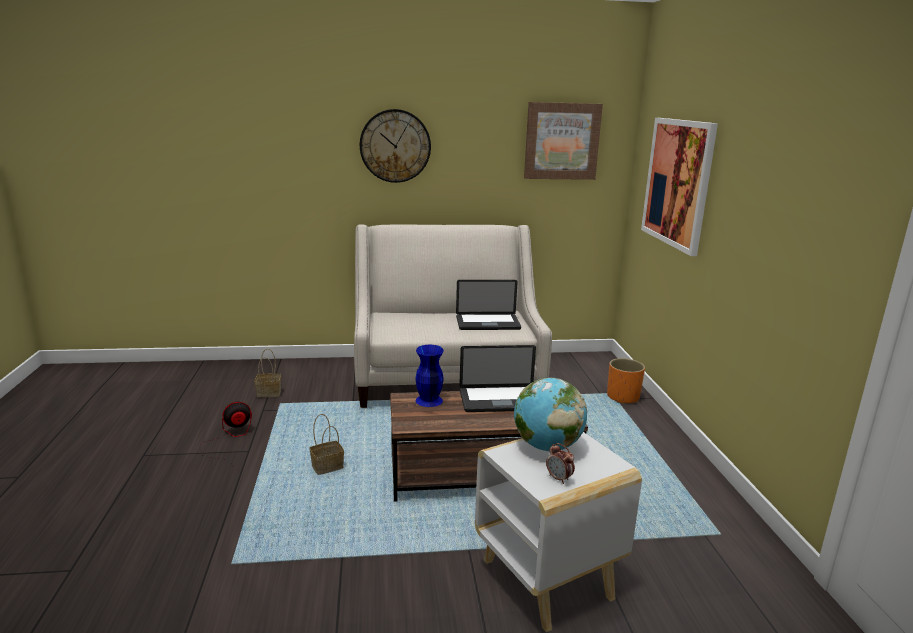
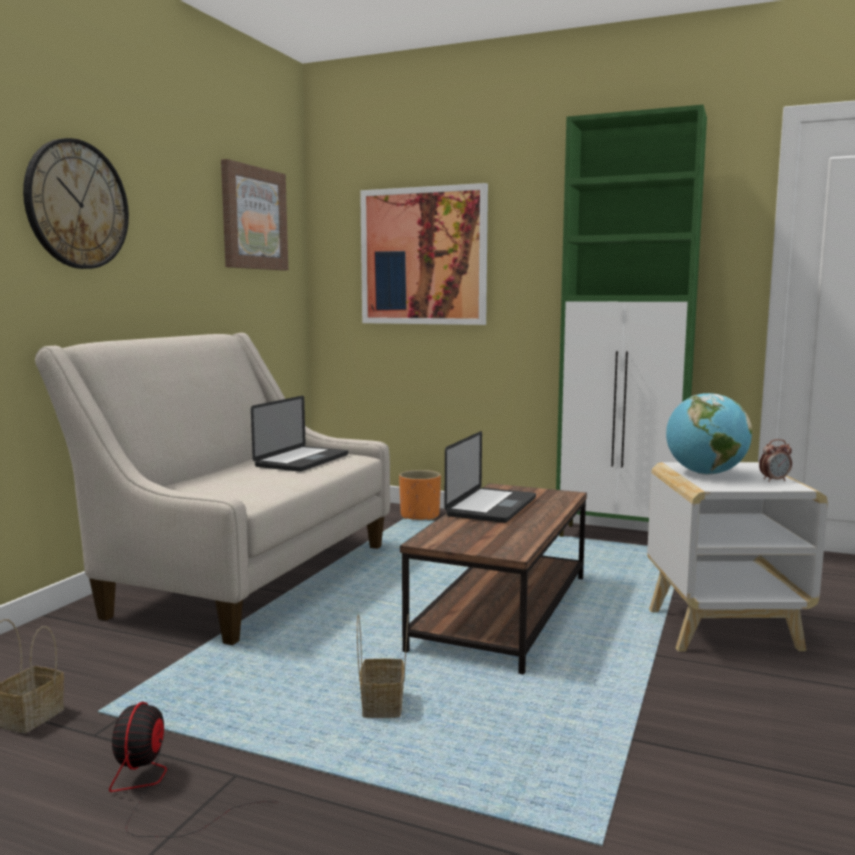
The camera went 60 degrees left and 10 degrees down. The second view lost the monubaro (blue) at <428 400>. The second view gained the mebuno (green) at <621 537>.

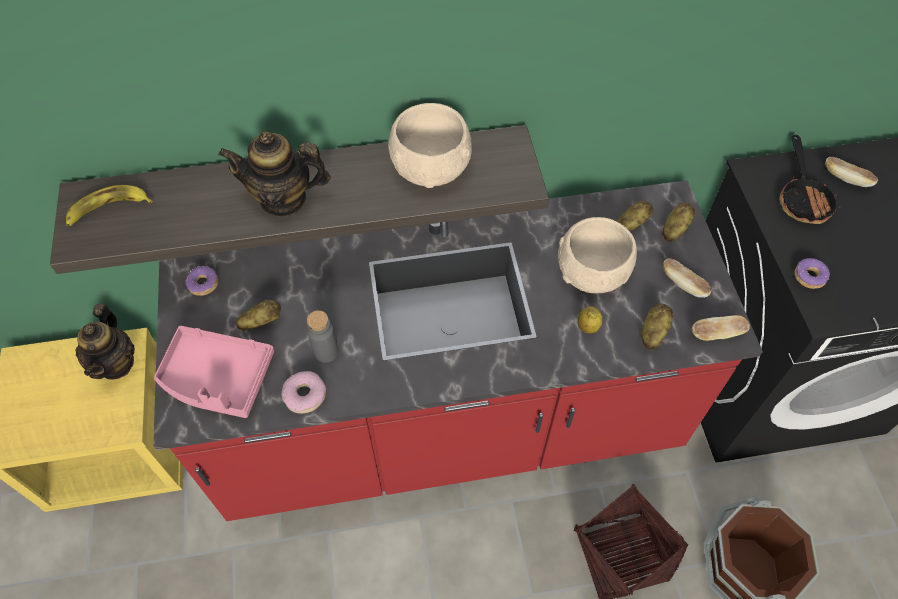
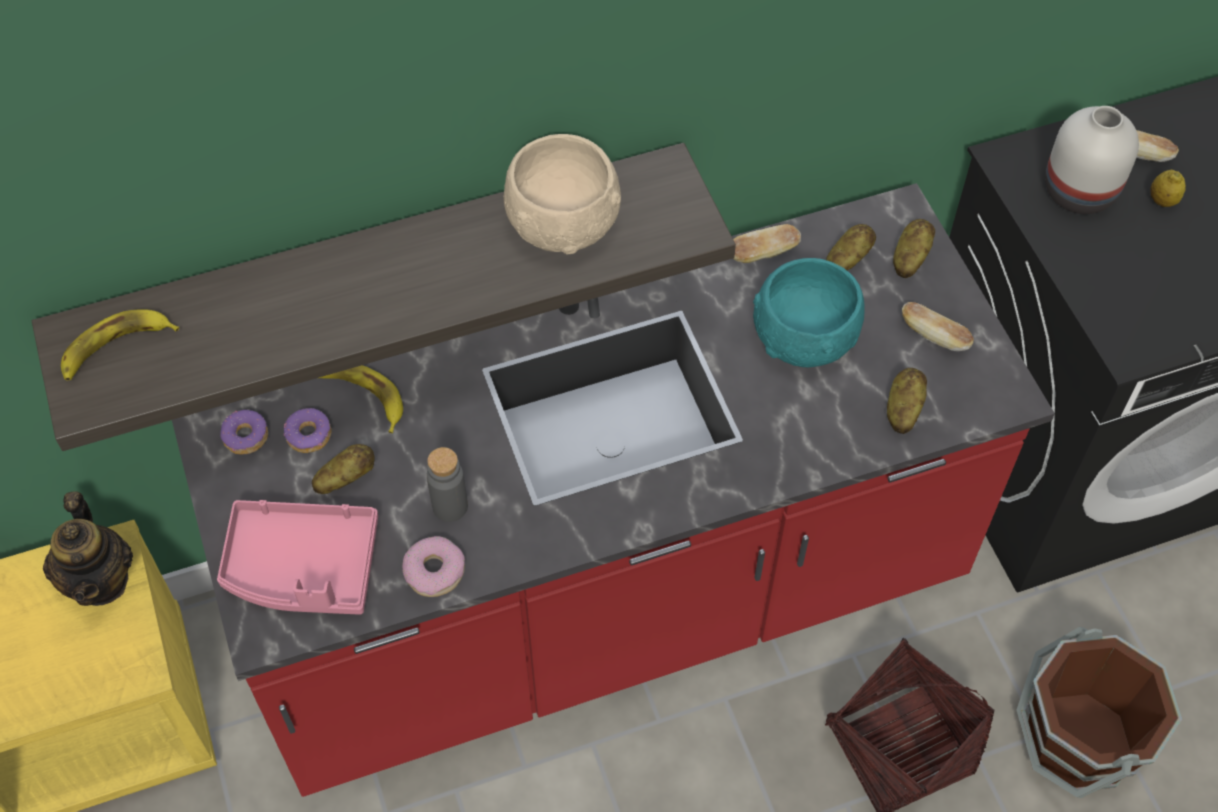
The camera went 10 degrees left and 0 degrees up. The second view lost the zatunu at <283 199>. Where the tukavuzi stood at <803 198>, the monubaro (white) came to stand at <1080 190>. What was the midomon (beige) at <593 273> turned into the midomon (turquoise) at <806 338>. The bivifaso ended up elsewhere, having gone from <809 277> to <309 435>. The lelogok ended up elsewhere, having gone from <587 327> to <1162 201>. The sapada ended up elsewhere, having gone from <717 334> to <763 253>. The second view gained the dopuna at <362 396>.

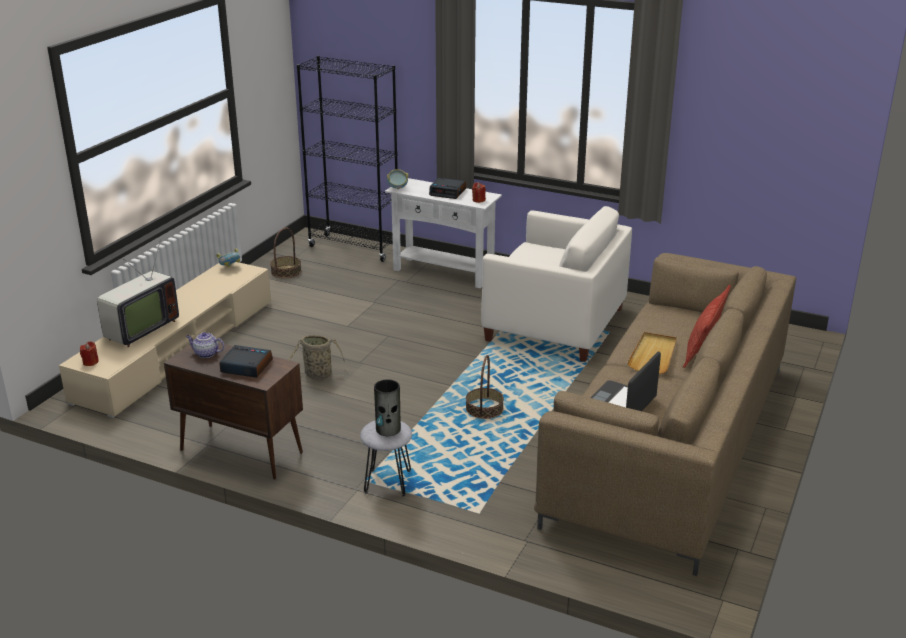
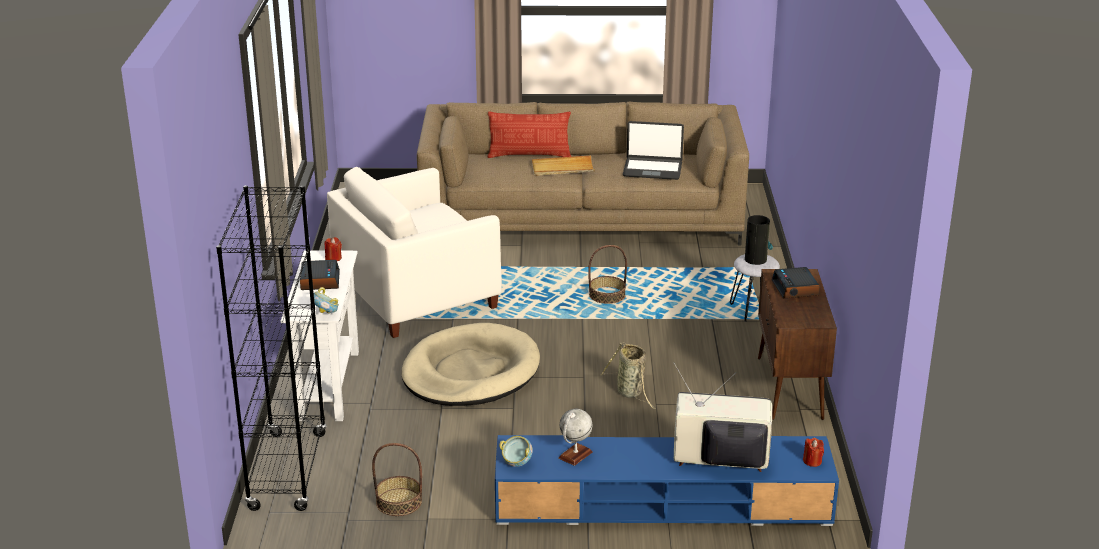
The camera went 115 degrees left and 0 degrees up. The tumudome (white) at <555 324> ended up facing another way, 120 degrees counterclockwise from before. What was the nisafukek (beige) at <177 349> turned into the nisafukek (blue) at <661 502>. The second view lost the zatunu at <206 354>. The second view gained the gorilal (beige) at <470 372>. The second view gained the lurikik at <575 455>.

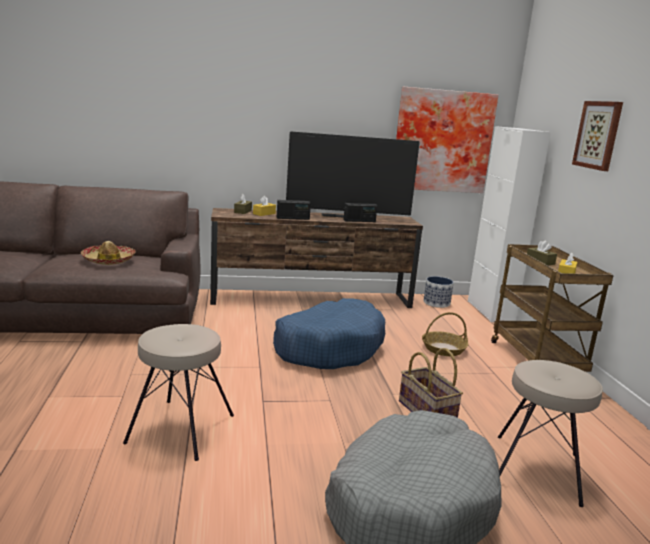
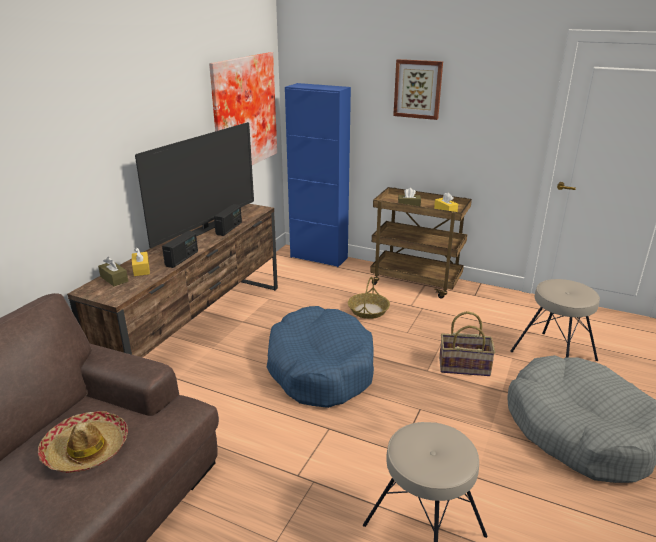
The camera went 55 degrees left and 10 degrees up. What was the mebuno (white) at <490 311> turned into the mebuno (blue) at <319 257>. The second view lost the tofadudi at <436 303>.

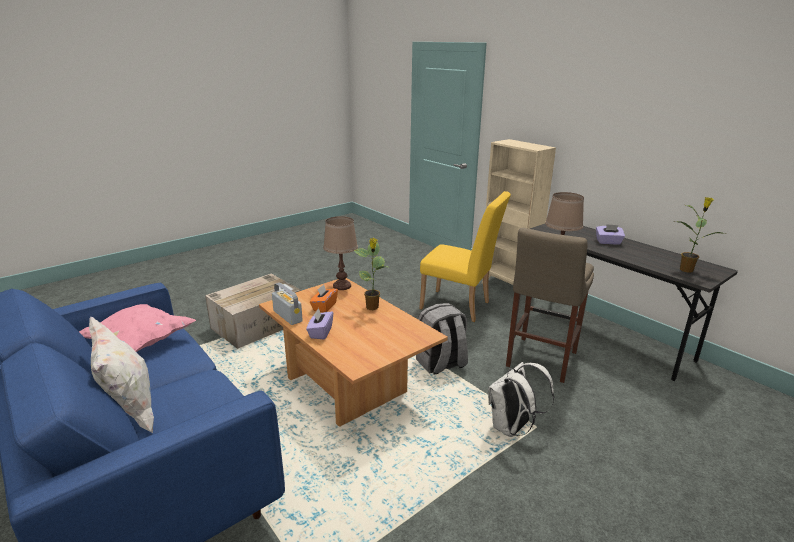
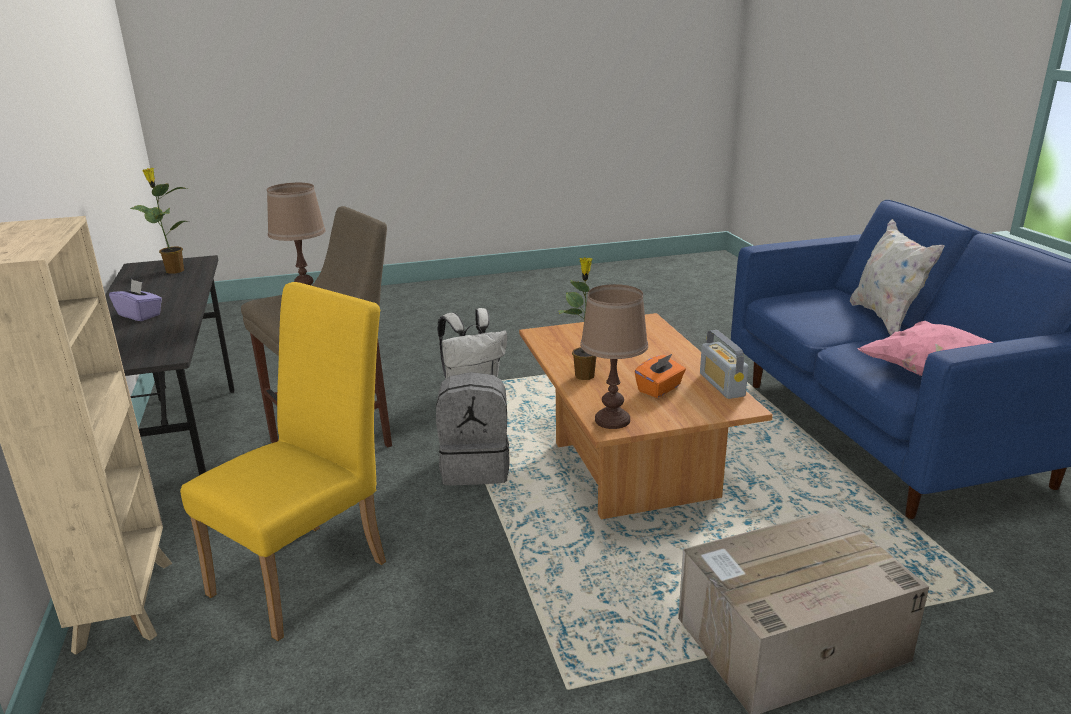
The camera went 155 degrees left and 0 degrees up. The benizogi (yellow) at <460 306> ended up facing another way, 75 degrees clockwise from before. The second view lost the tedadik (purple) at <320 332>.

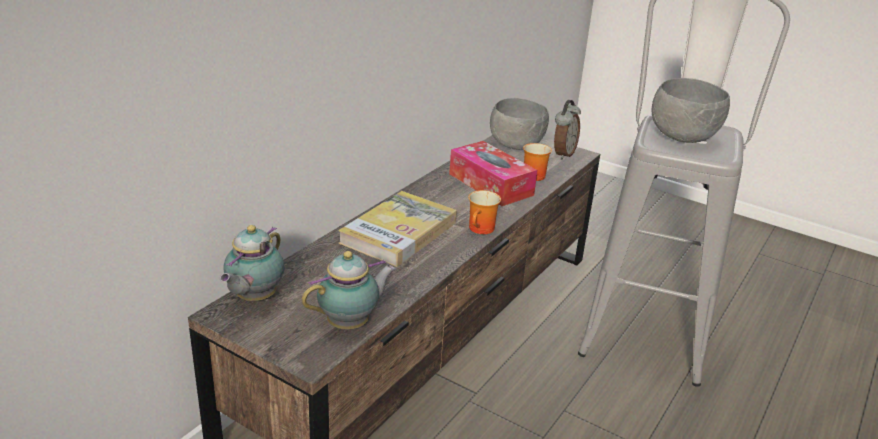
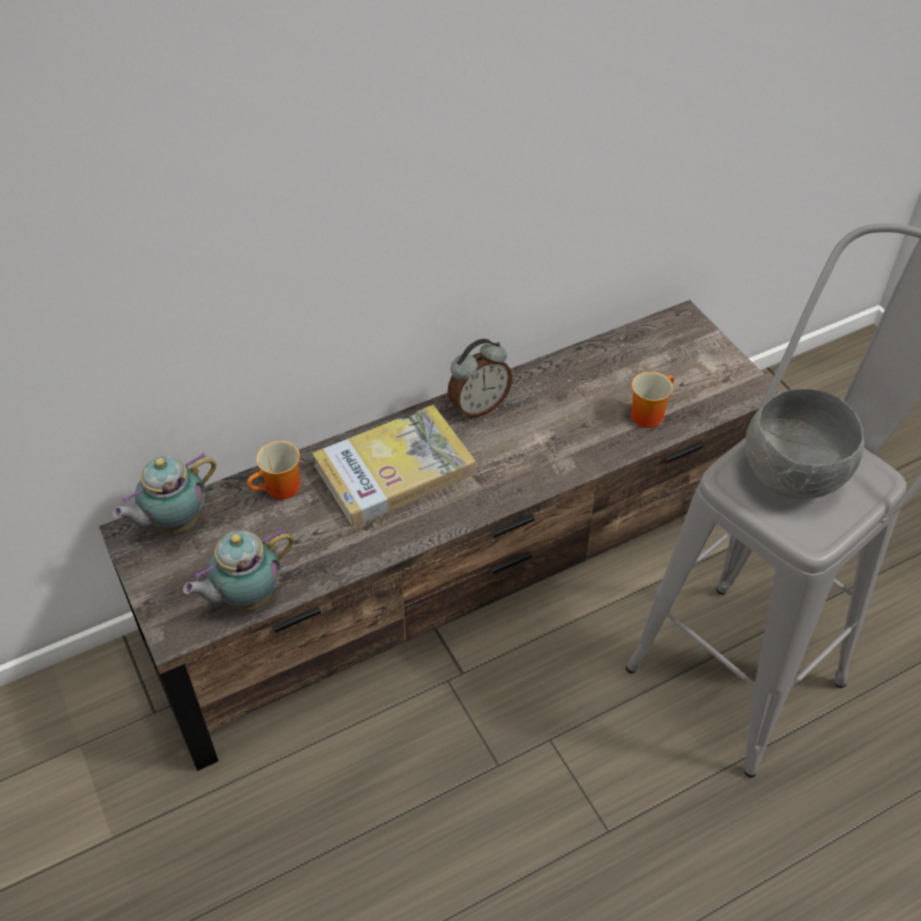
The camera went 30 degrees right and 20 degrees up. The second view lost the midomon (grey) at <517 146>. The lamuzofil ended up elsewhere, having gone from <562 154> to <478 406>. The second view lost the tedadik at <490 184>. The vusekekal ended up elsewhere, having gone from <482 230> to <281 490>. The zatunu at <351 324> ended up facing another way, 150 degrees clockwise from before.

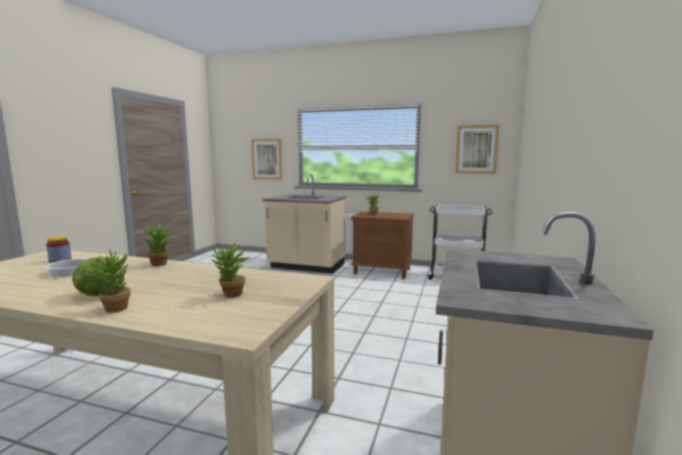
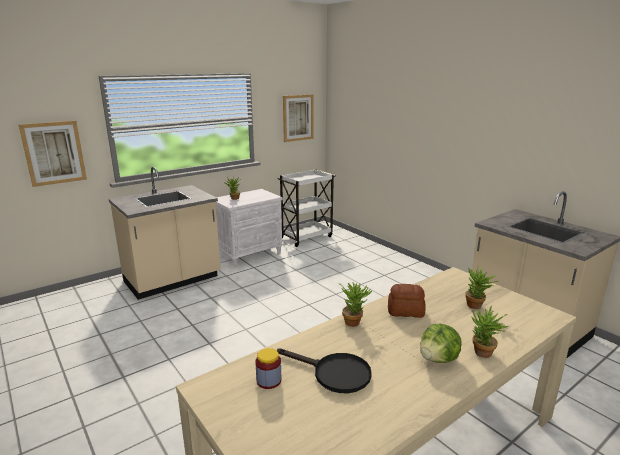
The camera went 55 degrees left and 10 degrees up. What was the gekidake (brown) at <382 271> turned into the gekidake (white) at <250 254>. Where the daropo stood at <70 271>, the tukavuzi (black) came to stand at <334 373>. The second view gained the sapada at <406 311>.

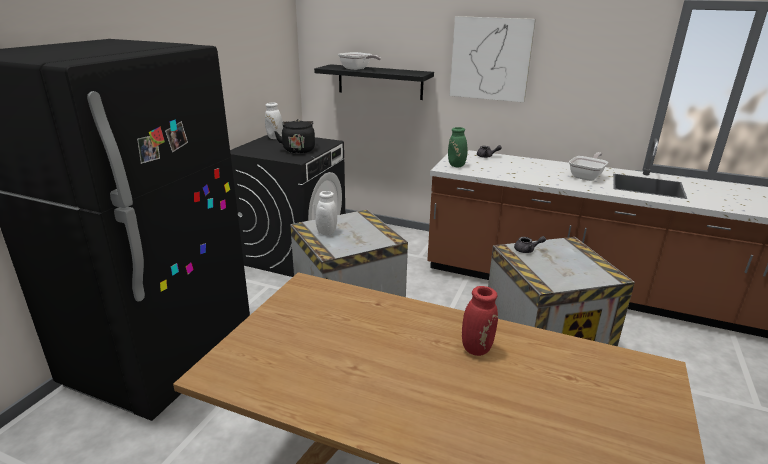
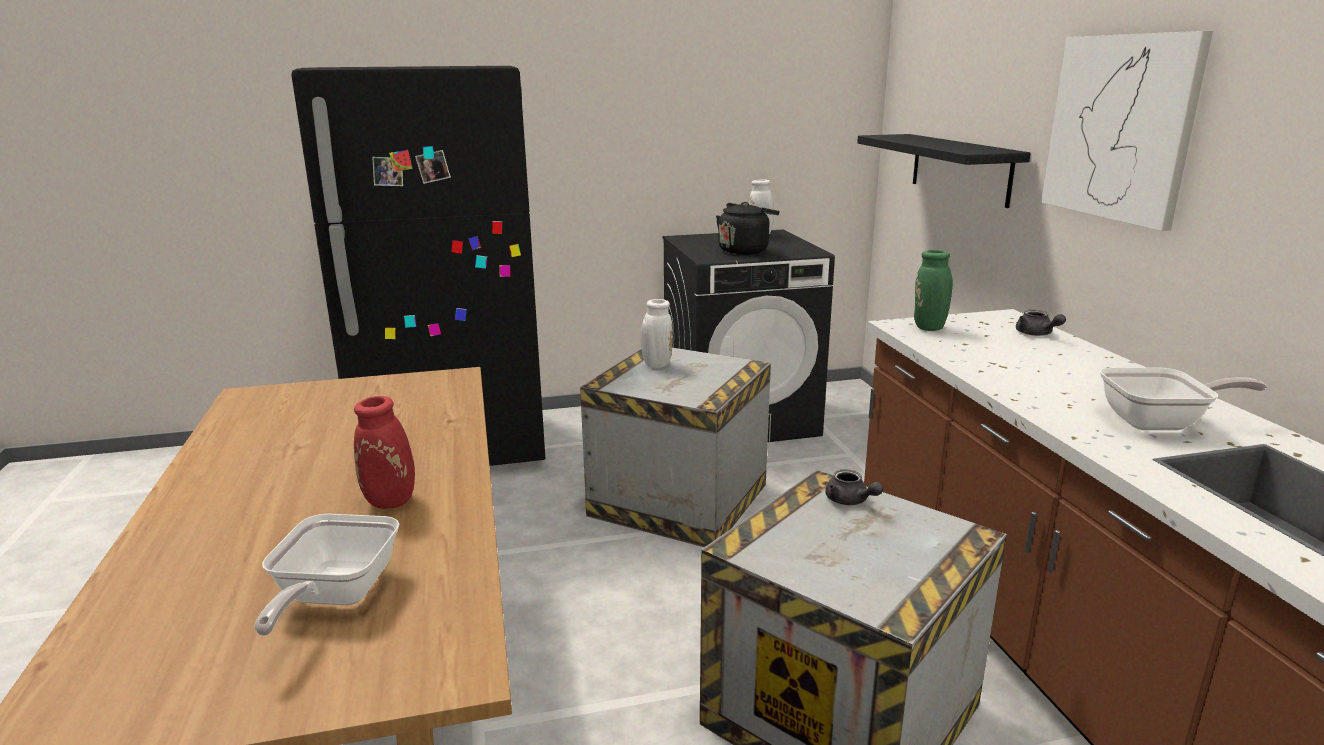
The camera went 55 degrees right and 5 degrees down. The tukavuzi ended up elsewhere, having gone from <357 69> to <333 597>.

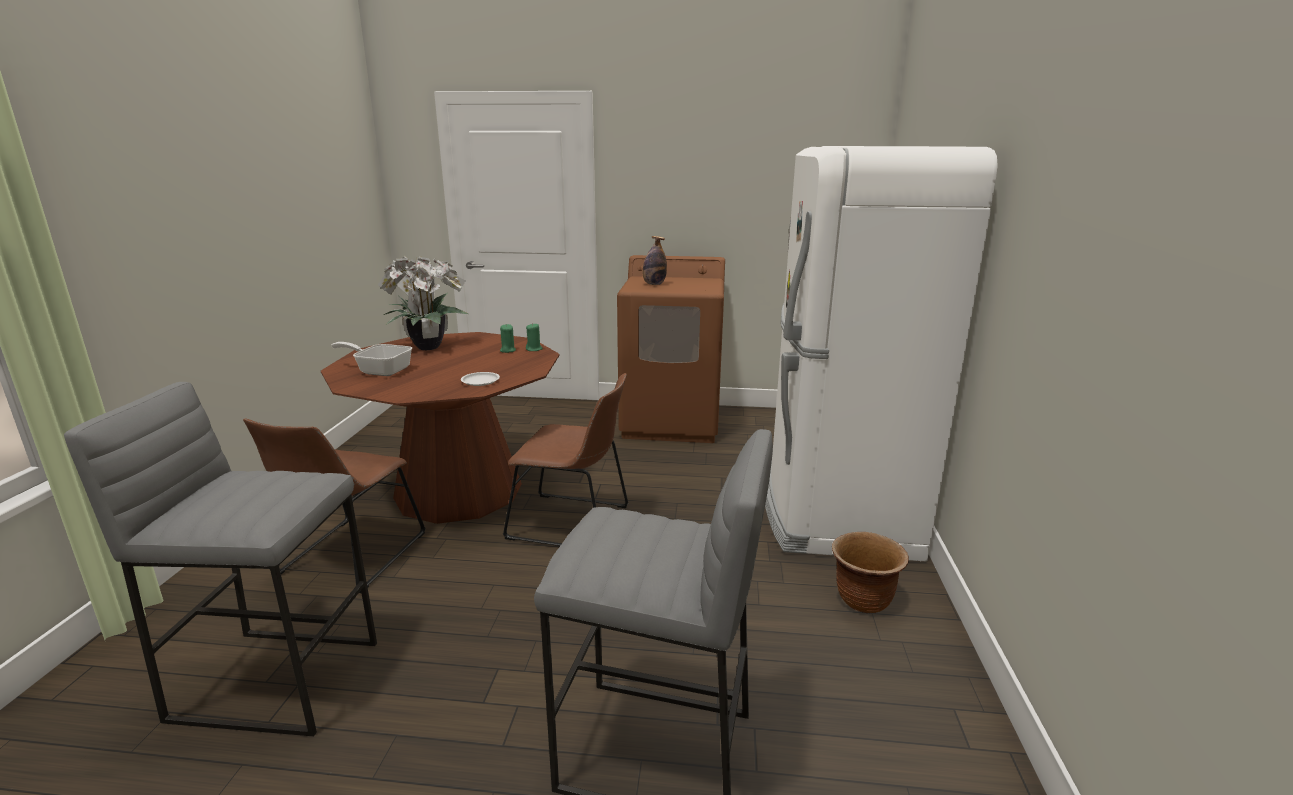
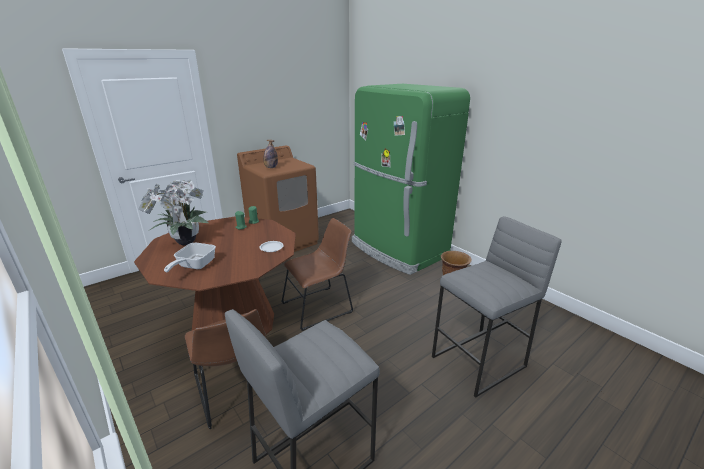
The camera went 45 degrees left and 5 degrees up. What was the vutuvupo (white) at <834 506> turned into the vutuvupo (green) at <398 250>. The tukavuzi at <380 370> ended up facing another way, 45 degrees counterclockwise from before.

